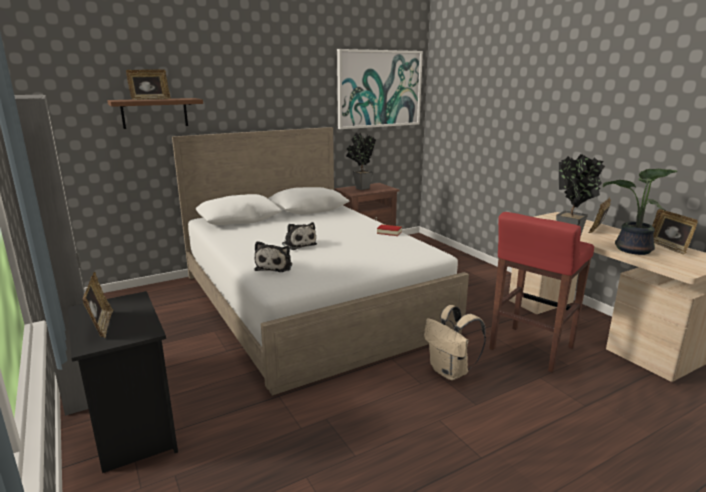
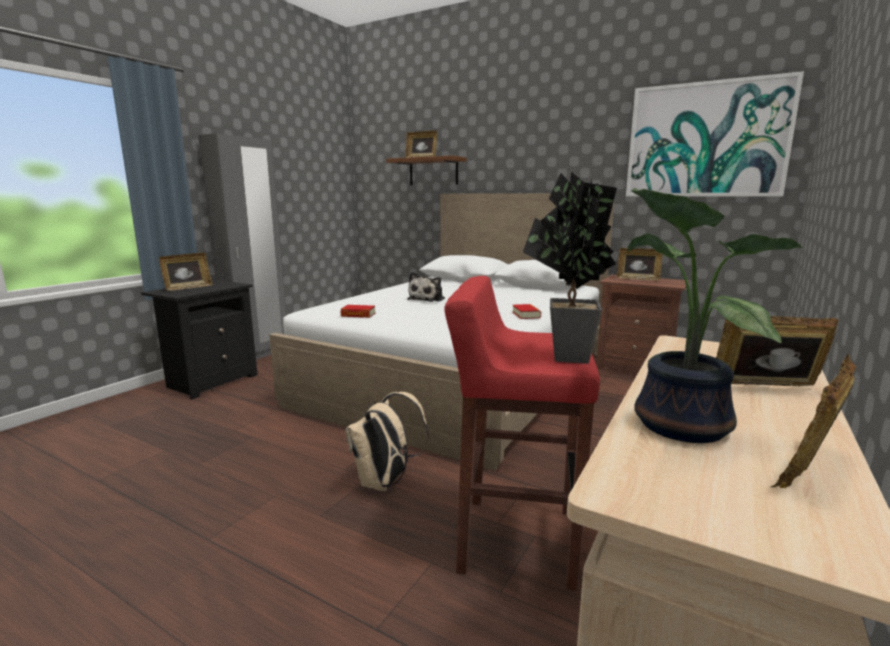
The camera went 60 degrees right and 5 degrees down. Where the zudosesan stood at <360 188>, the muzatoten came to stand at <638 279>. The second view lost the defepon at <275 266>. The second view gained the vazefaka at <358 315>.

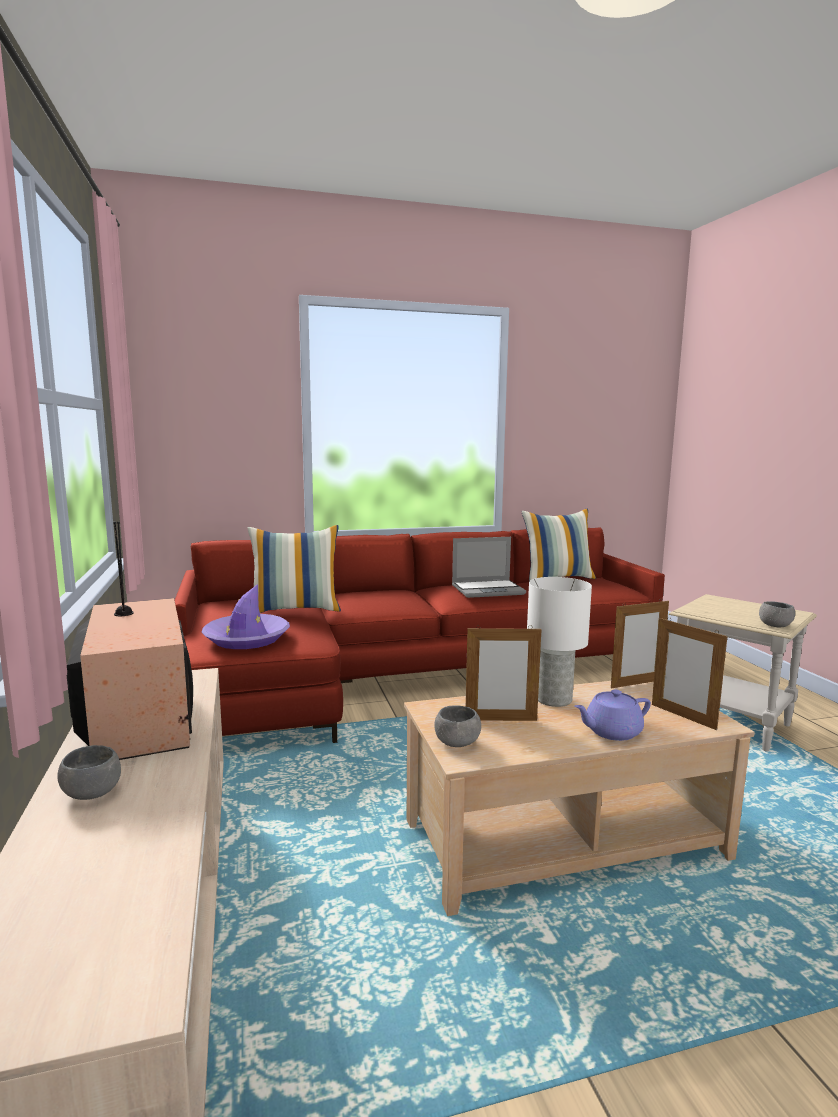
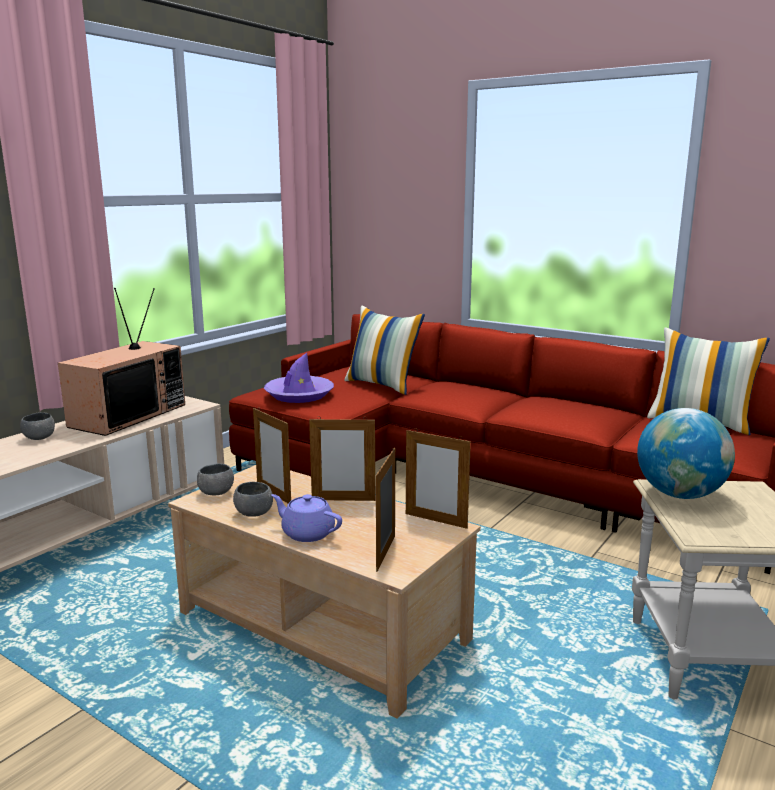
The camera went 50 degrees right and 5 degrees up. The second view lost the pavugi at <488 590>. Where the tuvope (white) stood at <553 699>, the muzatoten came to stand at <343 500>. The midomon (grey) ended up elsewhere, having gone from <775 626> to <254 513>. The second view gained the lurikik at <679 494>.

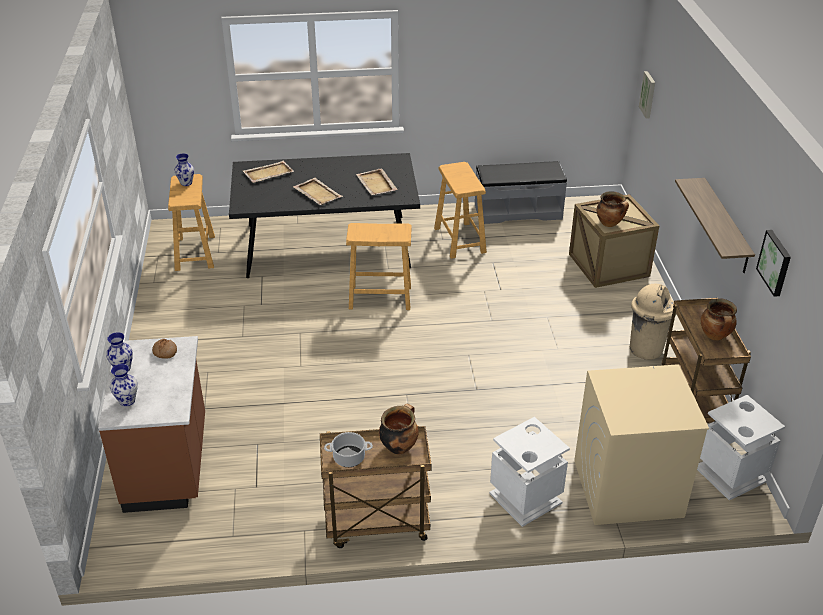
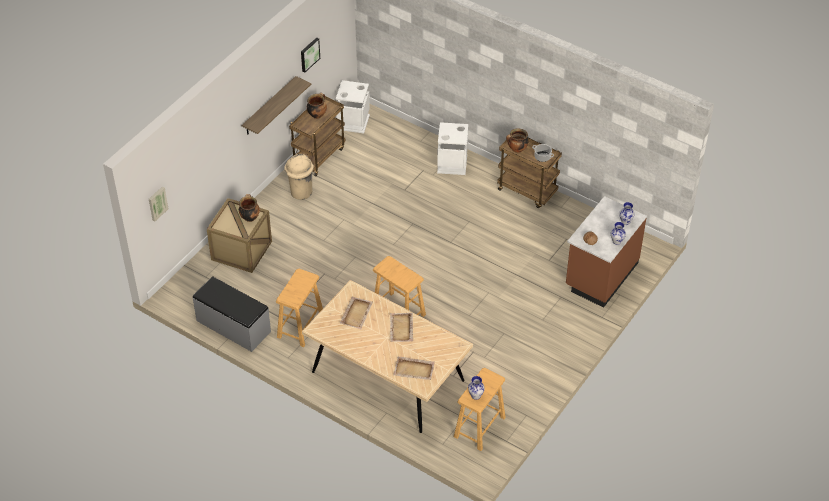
The camera went 140 degrees left and 10 degrees up. What was the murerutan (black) at <326 246> turned into the murerutan (beige) at <388 376>. The second view lost the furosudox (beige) at <627 488>.

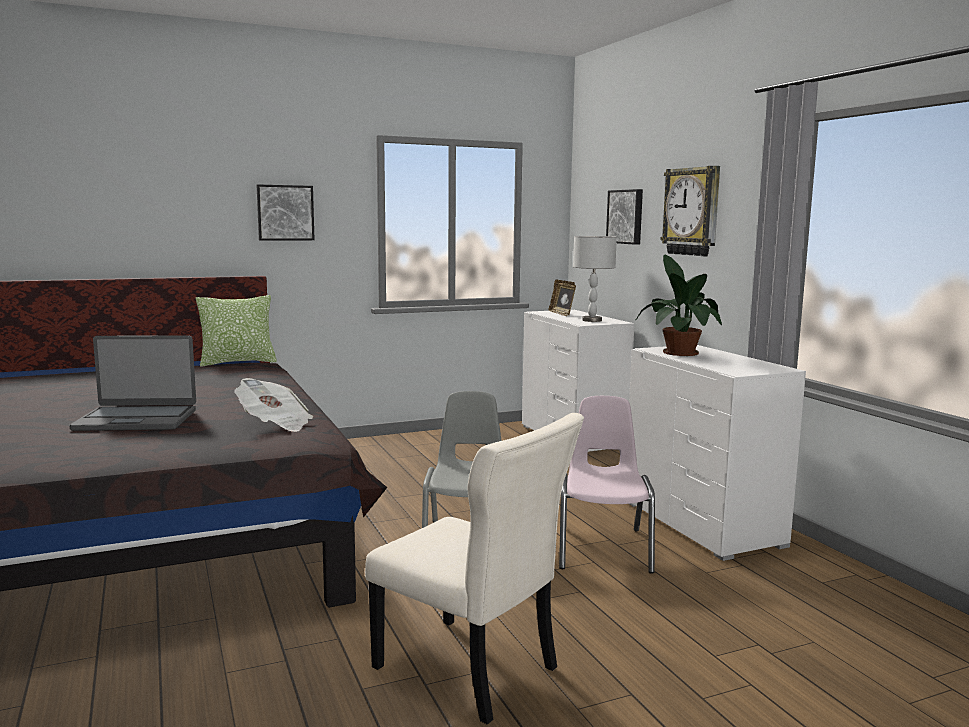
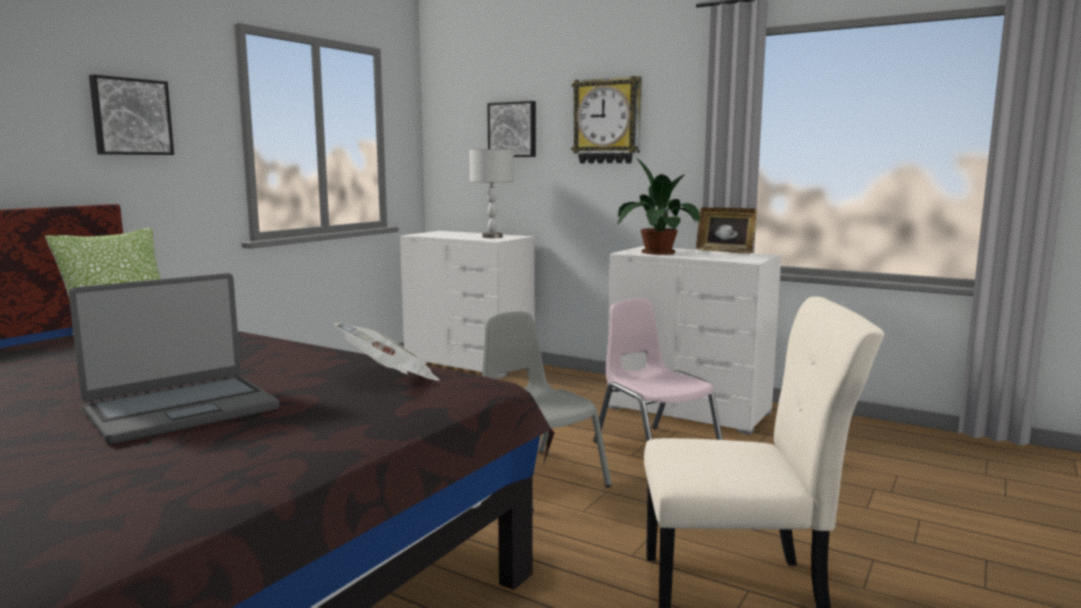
The camera went 35 degrees left and 0 degrees up. The muzatoten ended up elsewhere, having gone from <562 314> to <725 251>.

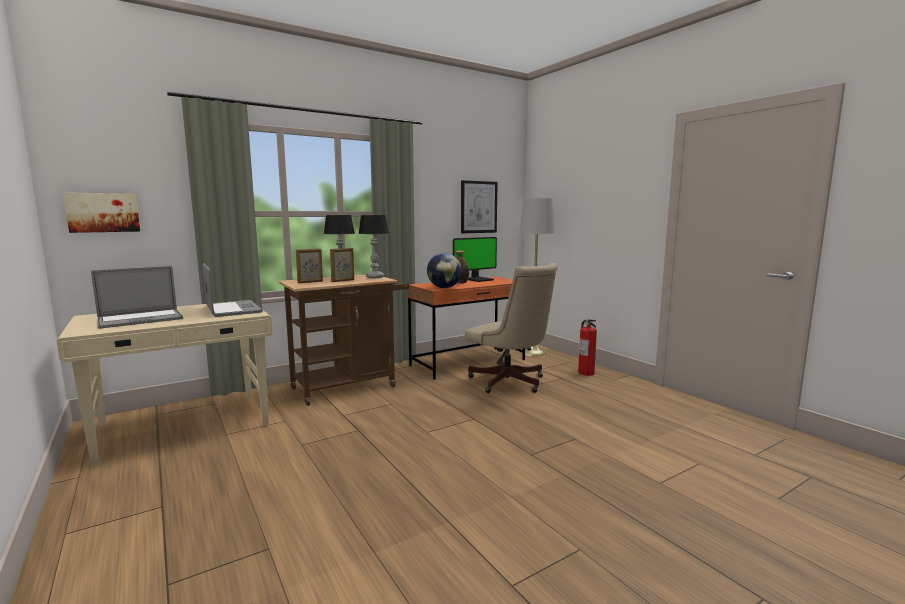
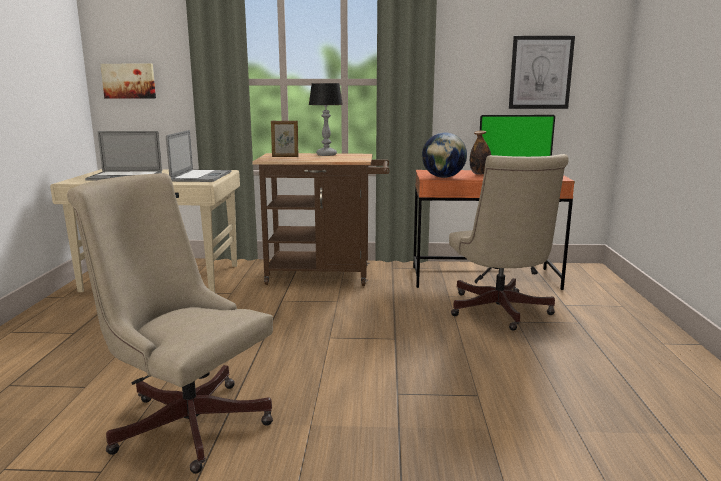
The camera went 35 degrees right and 5 degrees up. The second view lost the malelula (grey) at <533 352>. The second view lost the tuvope at <375 277>. The second view lost the muzatoten at <343 281>. The second view lost the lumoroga at <585 373>. The second view gained the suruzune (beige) at <185 420>.

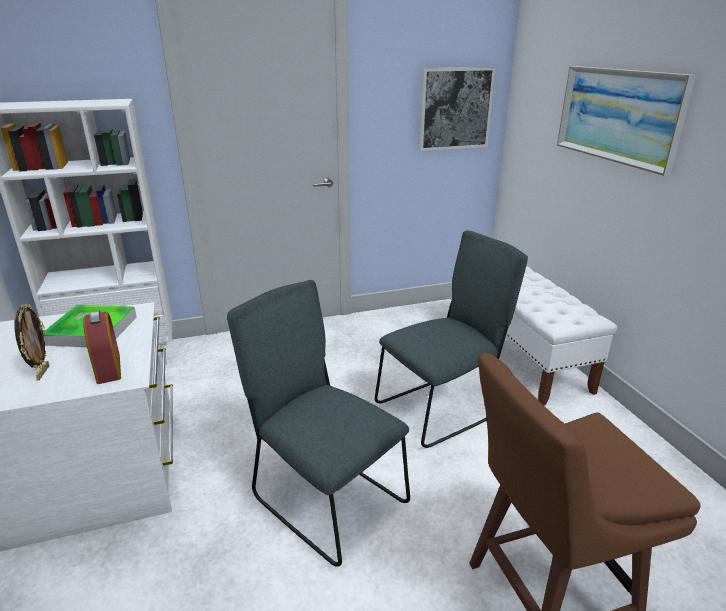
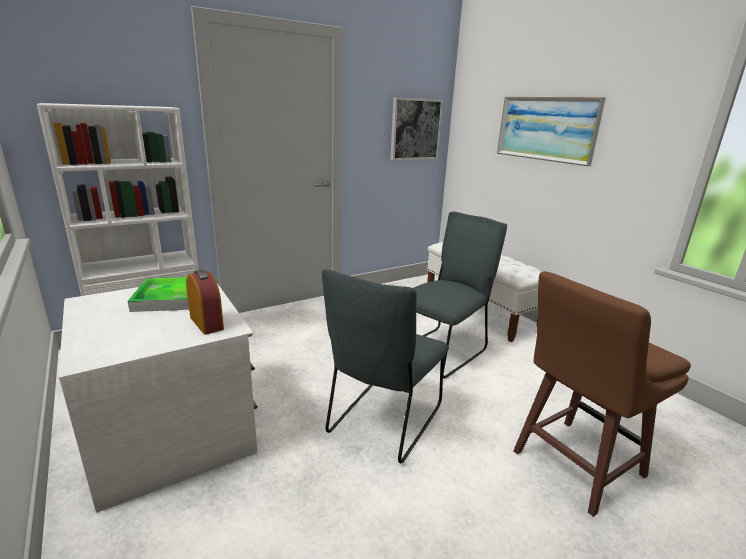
The camera went 15 degrees left and 5 degrees down. The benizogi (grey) at <324 497> ended up facing another way, 90 degrees counterclockwise from before. The second view lost the muzatoten at <42 373>.

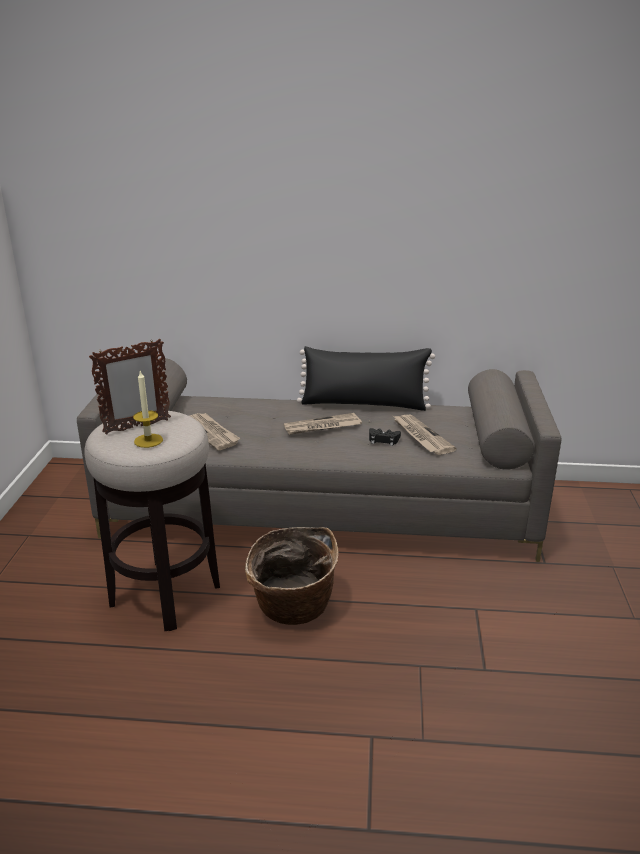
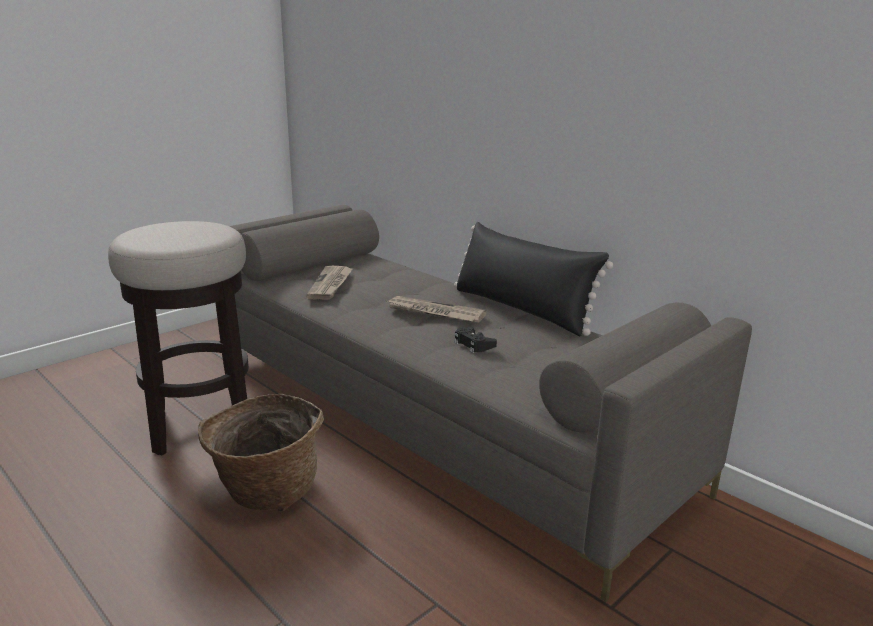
The camera went 40 degrees right and 5 degrees down. The second view lost the muzatoten at <136 427>. The second view lost the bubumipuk at <148 440>. The second view lost the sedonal at <421 436>.

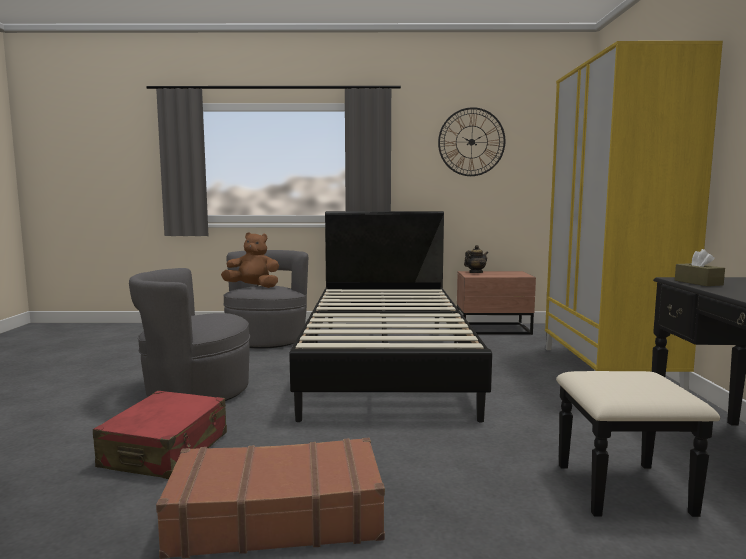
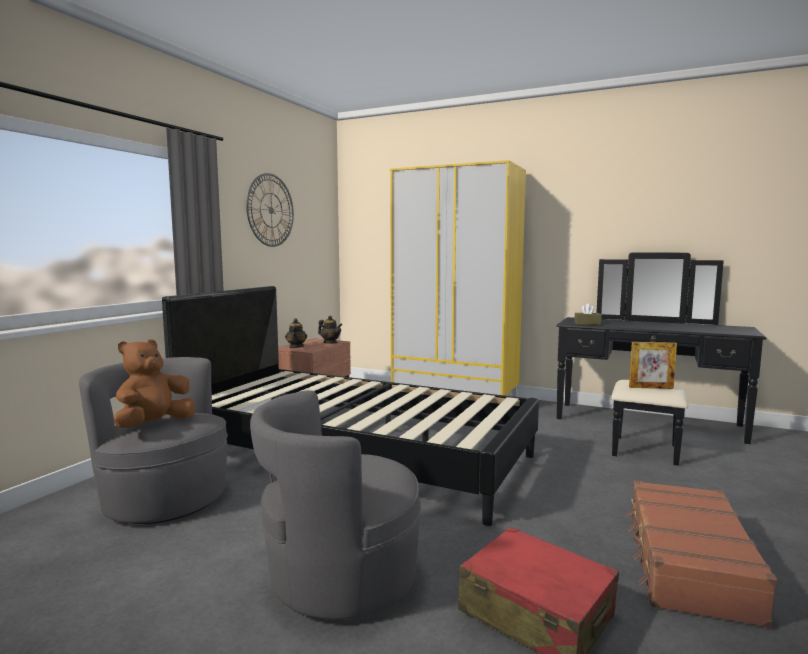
The camera went 65 degrees left and 0 degrees up. The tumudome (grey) at <195 391> ended up facing another way, 60 degrees clockwise from before. The second view gained the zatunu at <330 343>. The second view gained the muzatoten at <651 388>.

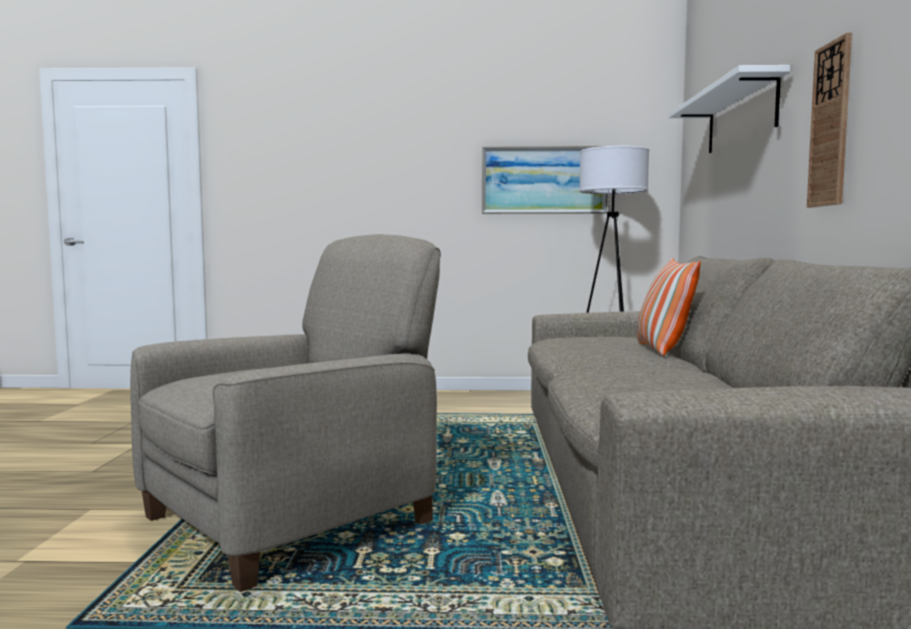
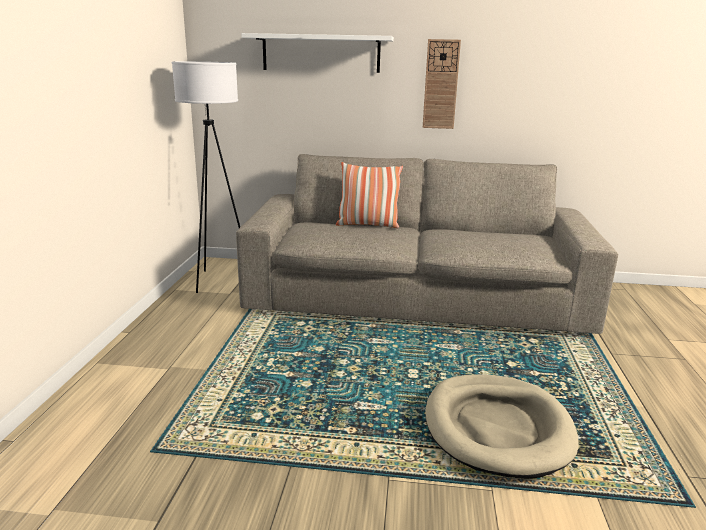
The camera went 85 degrees left and 15 degrees up. The second view lost the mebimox at <544 180>. Where the tumudome (beige) stood at <292 518>, the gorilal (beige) came to stand at <497 428>.

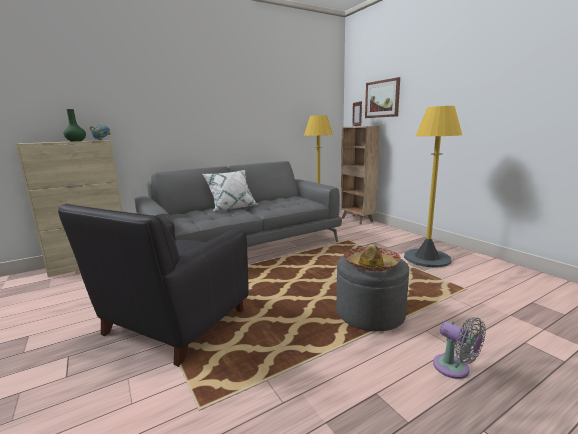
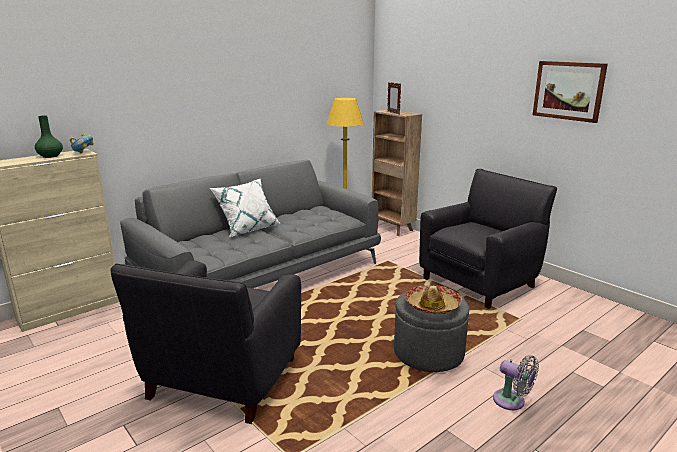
The camera went 10 degrees left and 5 degrees up. The mebimox ended up elsewhere, having gone from <382 99> to <568 90>. Where the malelula (yellow) stood at <427 258>, the tumudome (black) came to stand at <480 282>.

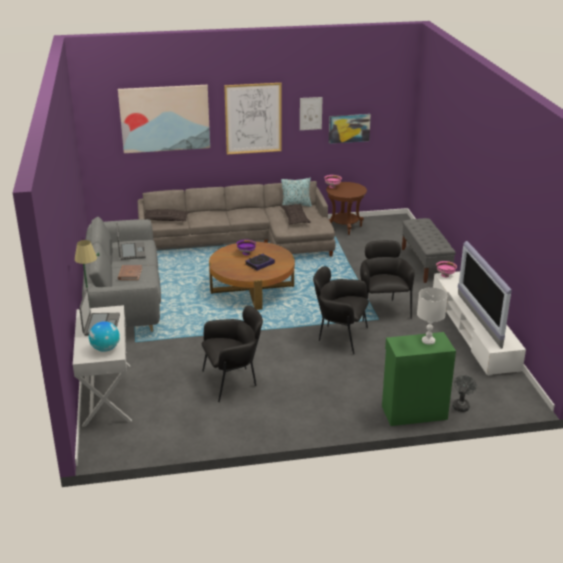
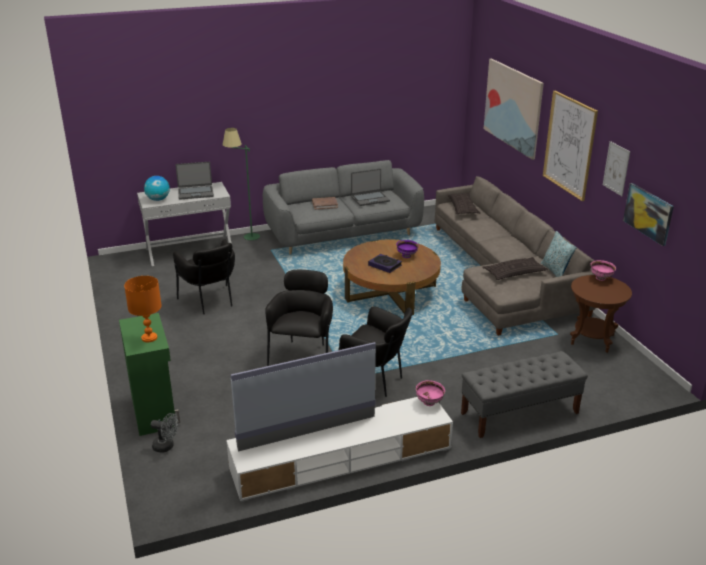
The camera went 80 degrees right and 0 degrees up. The tumudome (black) at <382 309> ended up facing another way, 45 degrees clockwise from before. What was the tuvope (white) at <428 341> turned into the tuvope (orange) at <149 338>.

